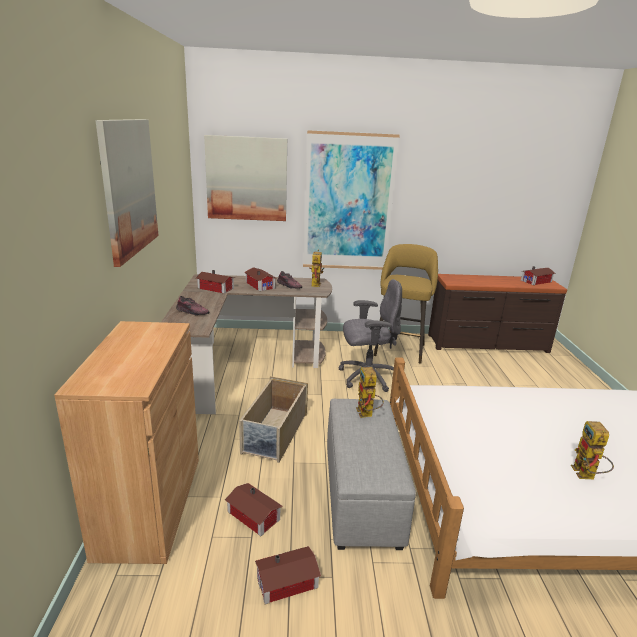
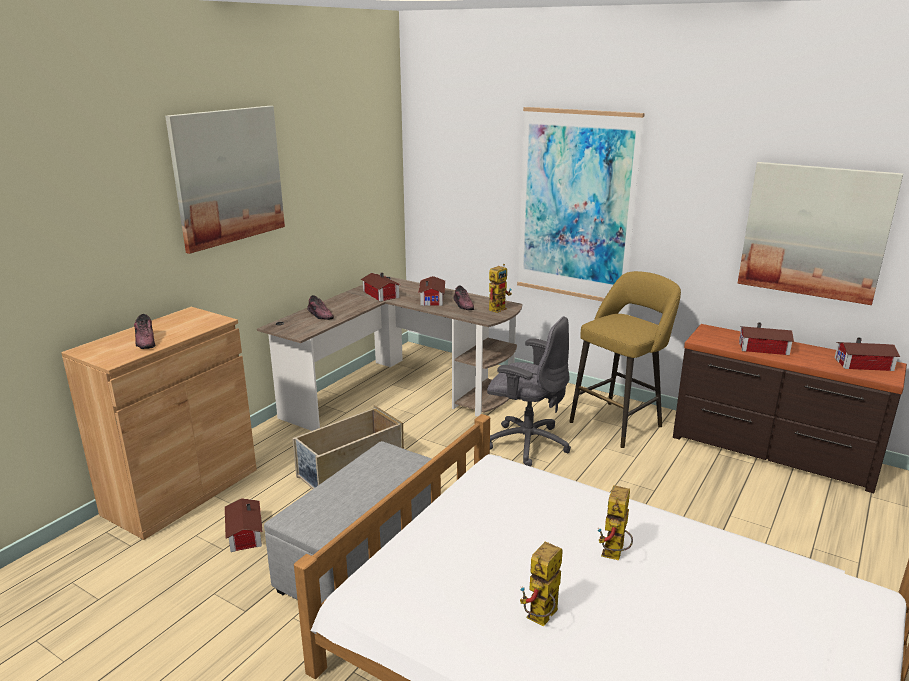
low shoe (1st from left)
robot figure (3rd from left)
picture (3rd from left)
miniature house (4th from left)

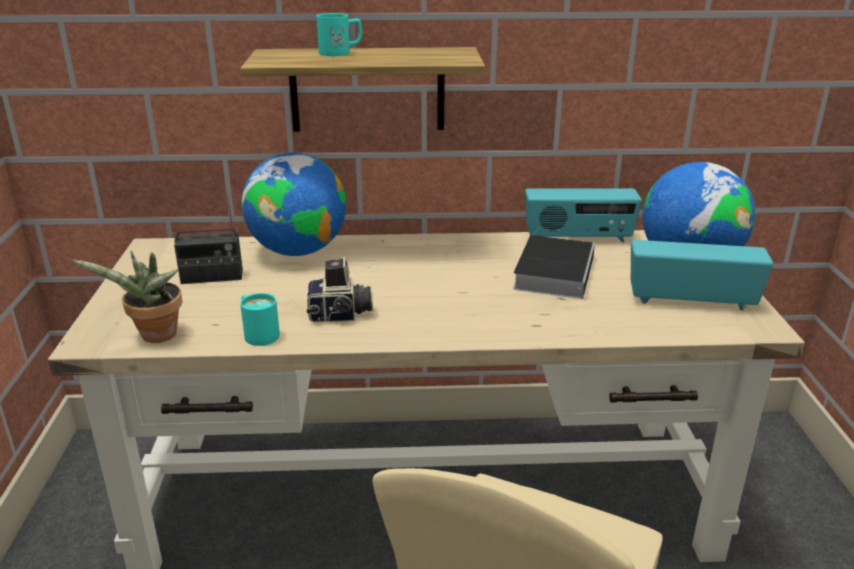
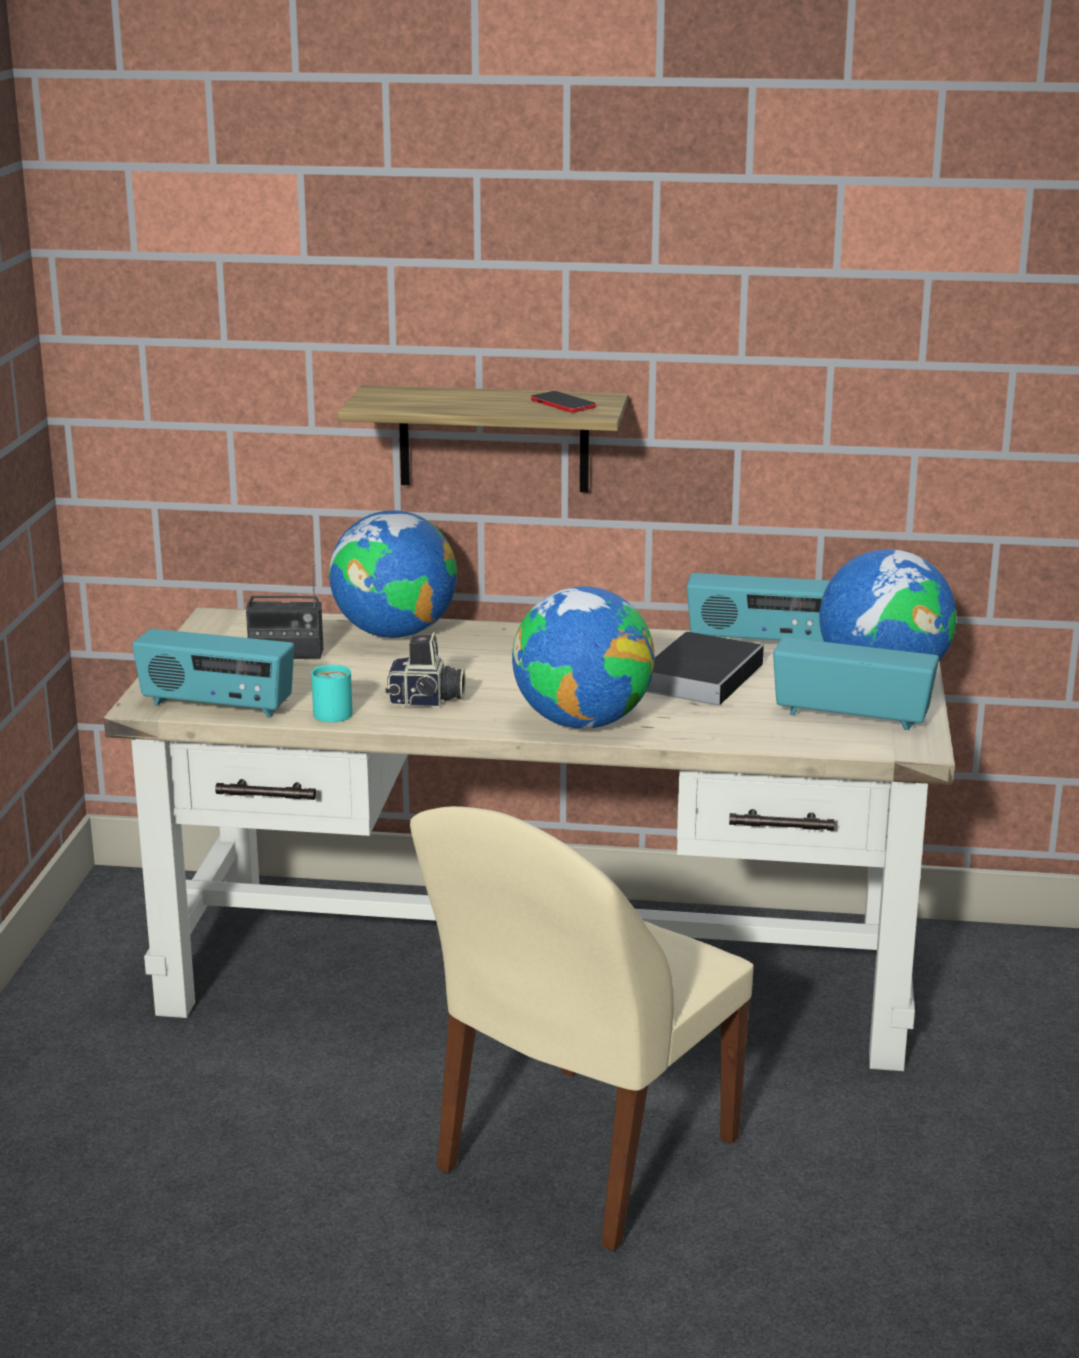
radio set (1st from left)
globe (2nd from left)
handset
mug/turquoise-coloured (2nd from left in the first image)

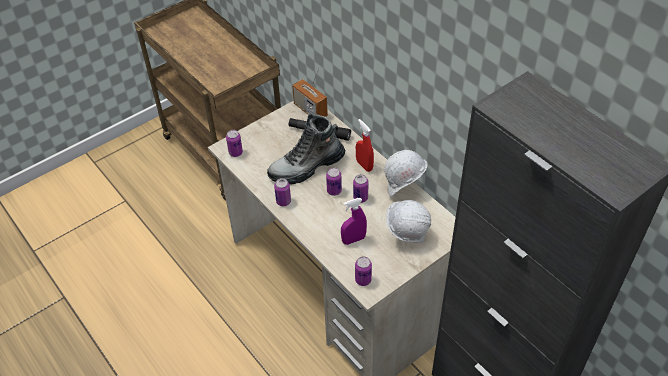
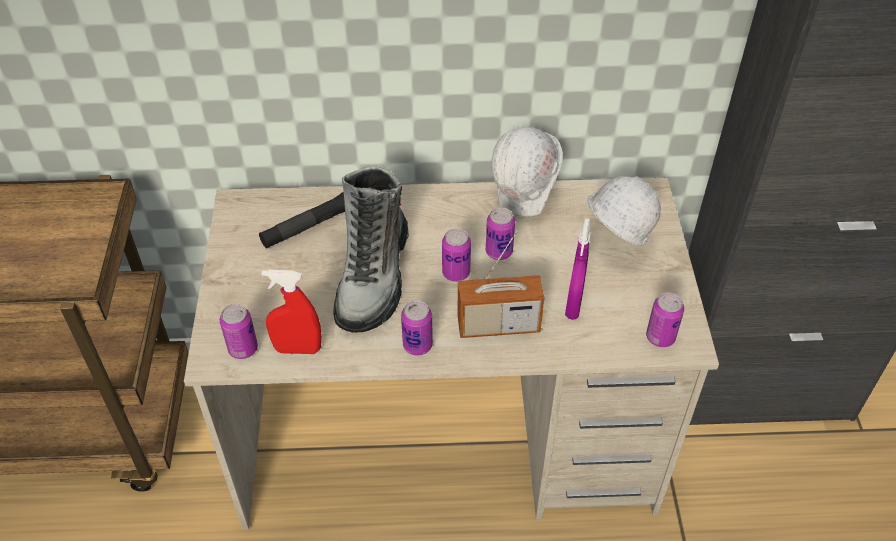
spray bottle/red-coloured
radio set

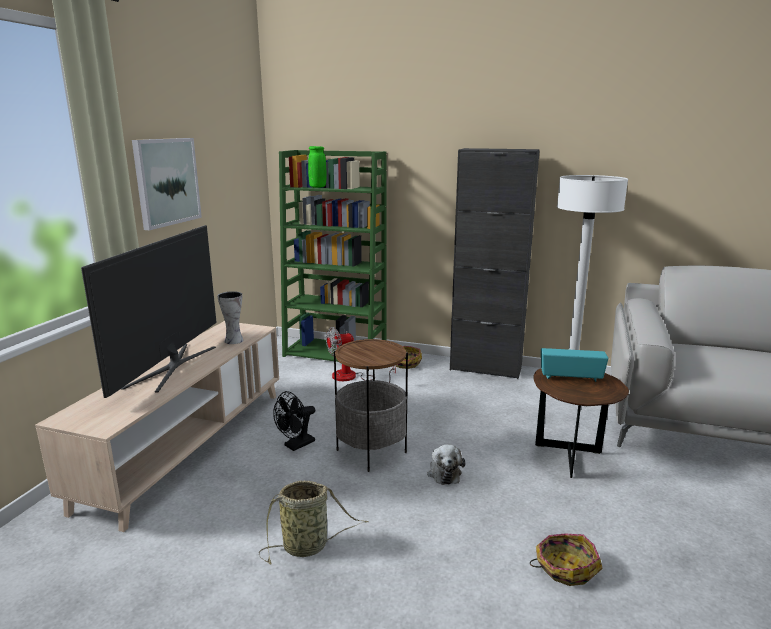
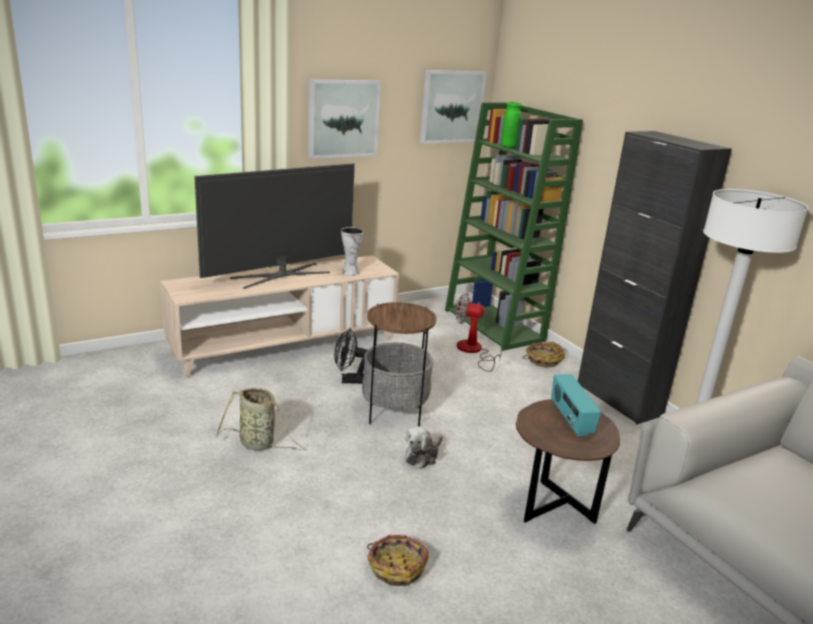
picture (2nd from left)
radio set

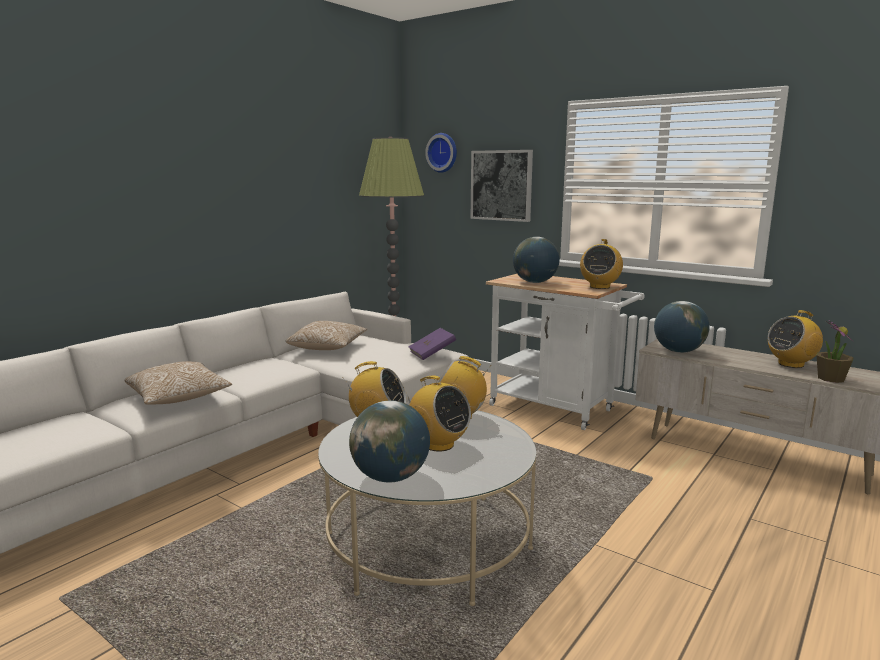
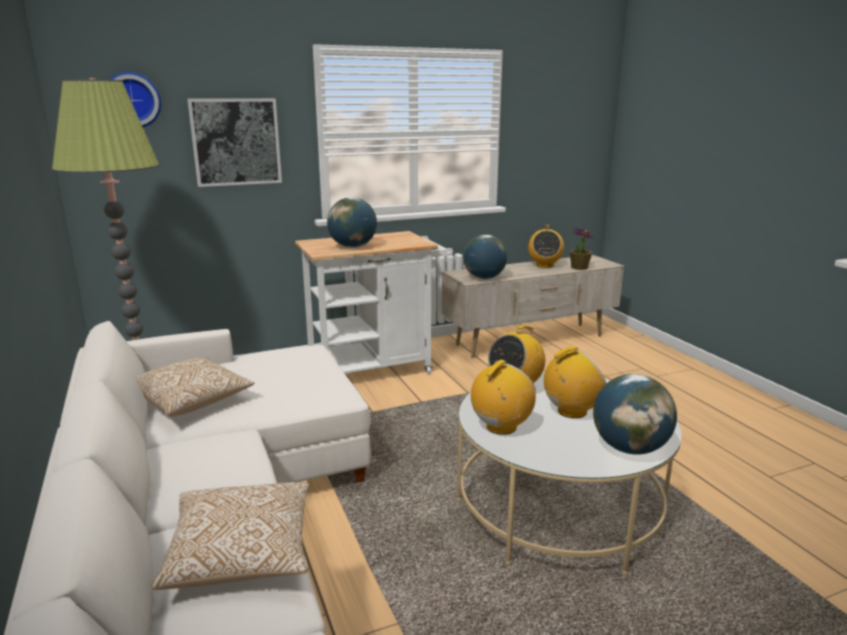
book/purplish
radio set (4th from left in the first image)

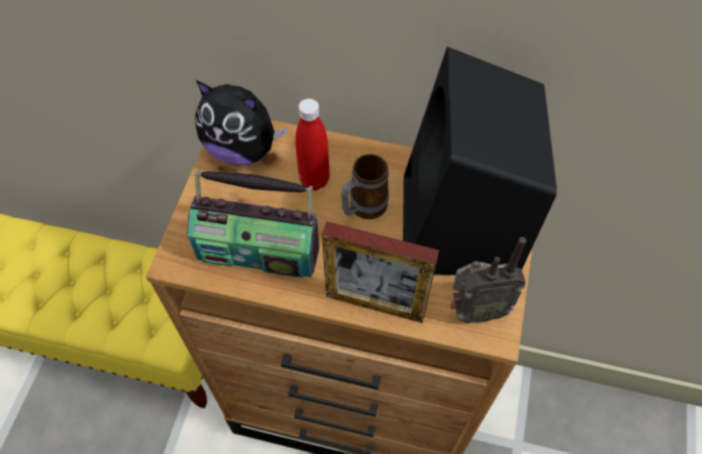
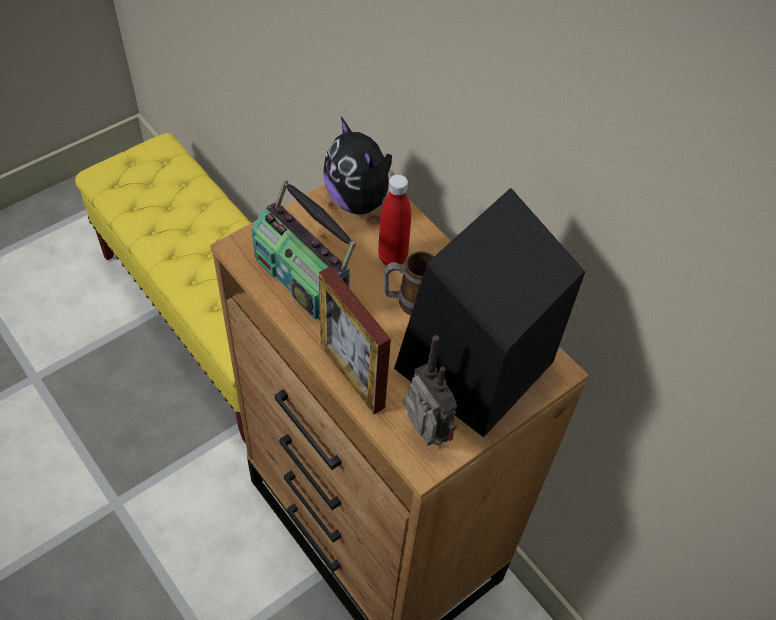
radio set (2nd from left)

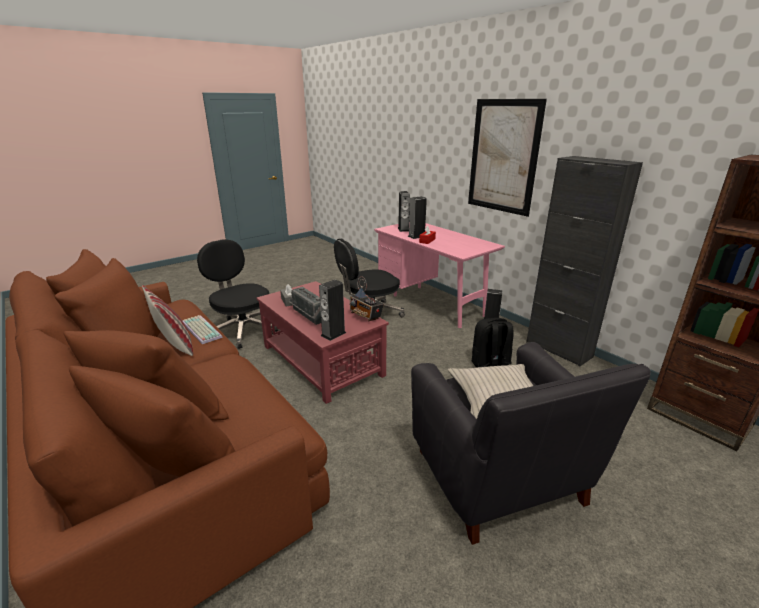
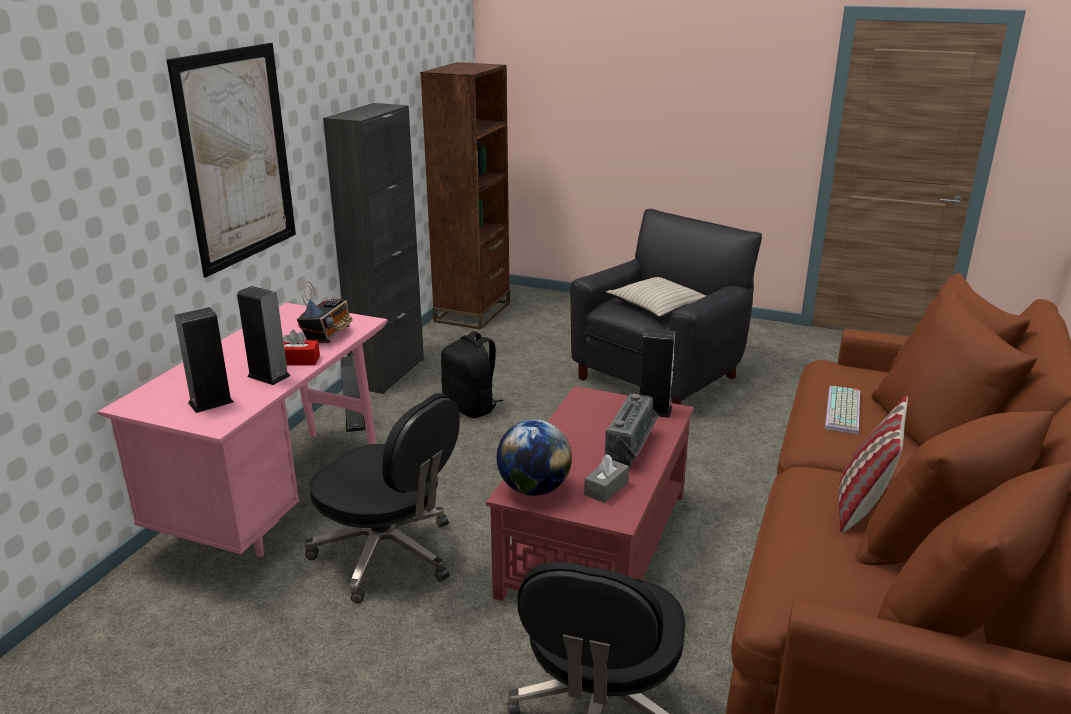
radio set (1st from left)
globe
computer keyboard

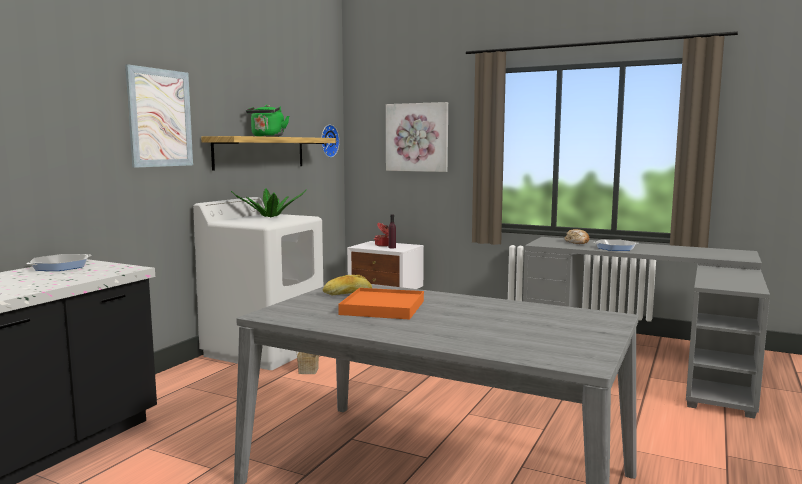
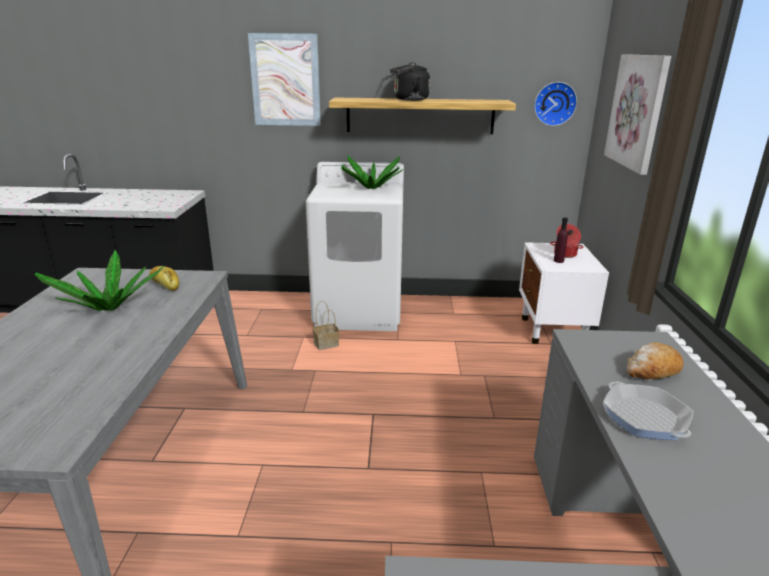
plant in a pot (1st from left)
kettle/black
frying pan (1st from left in the first image)

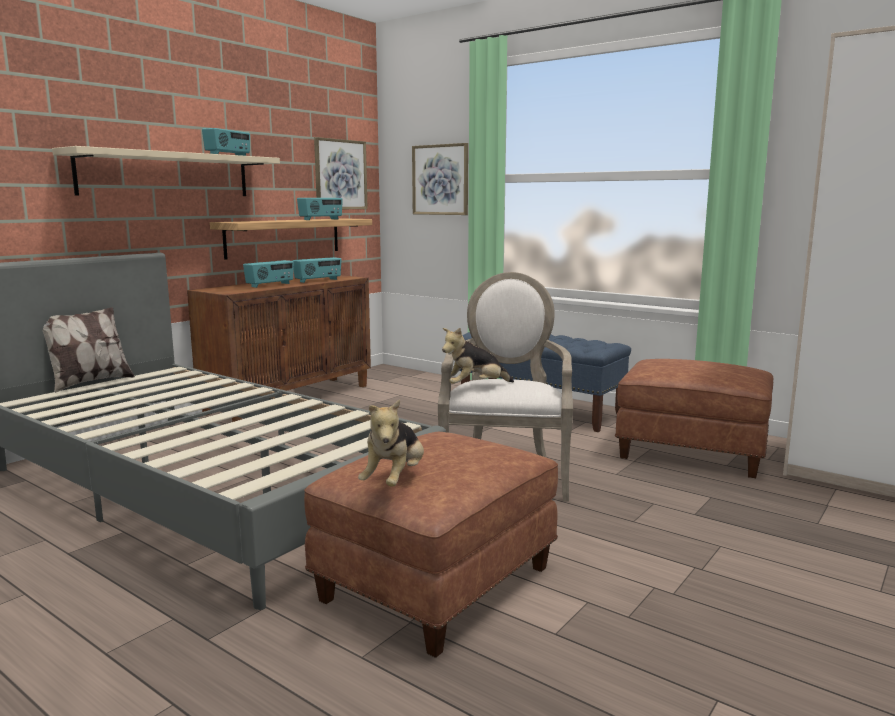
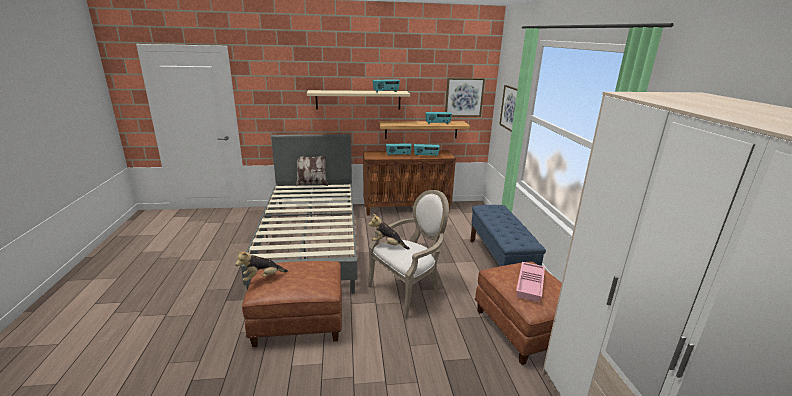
tray/pink

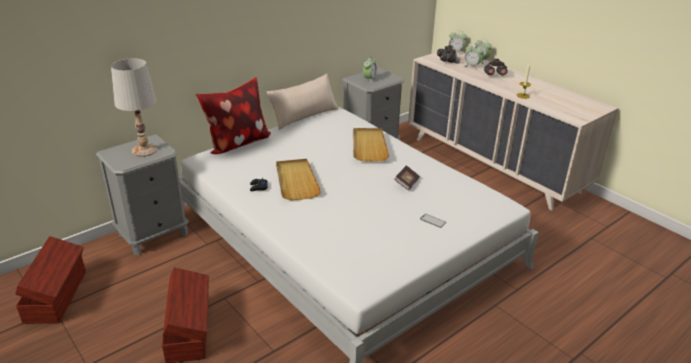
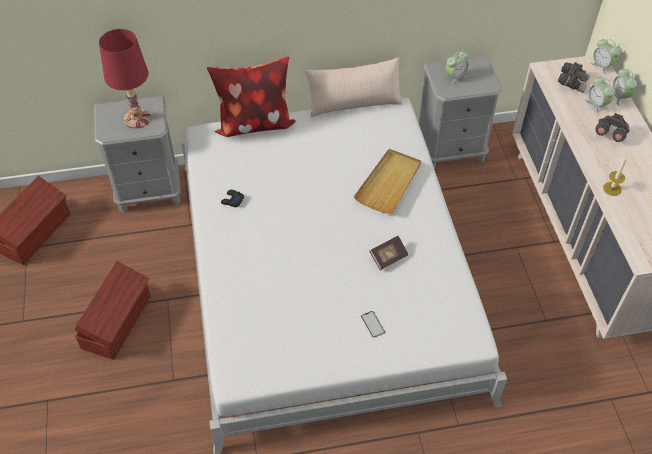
tabletop lamp/red-coloured
tray/sand-coloured (1st from left in the first image)

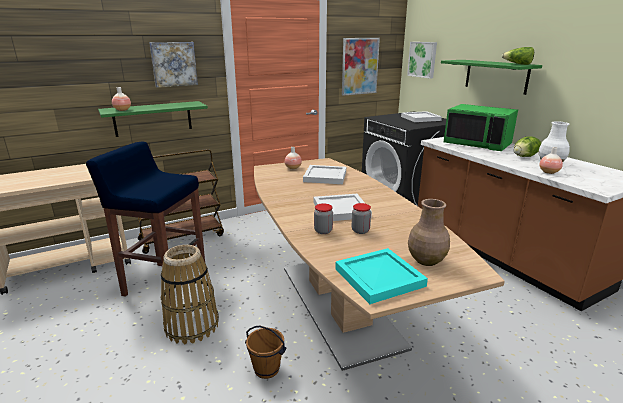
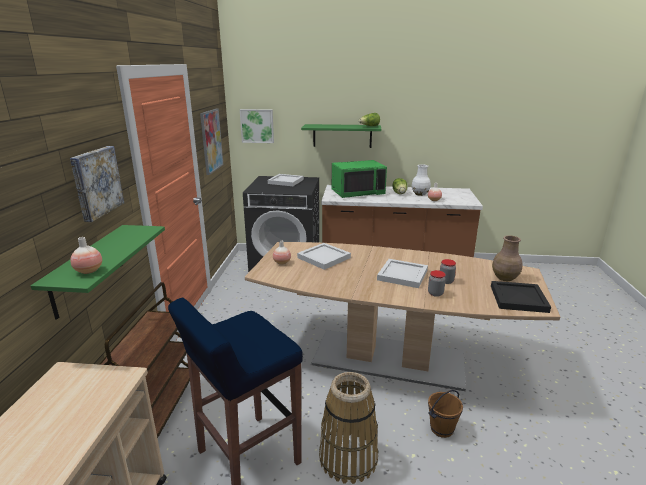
tray/black

